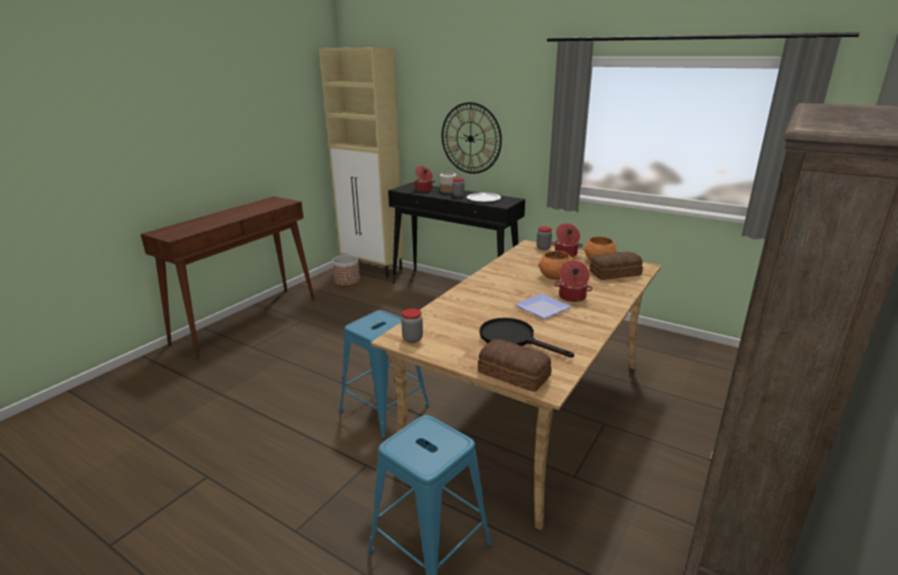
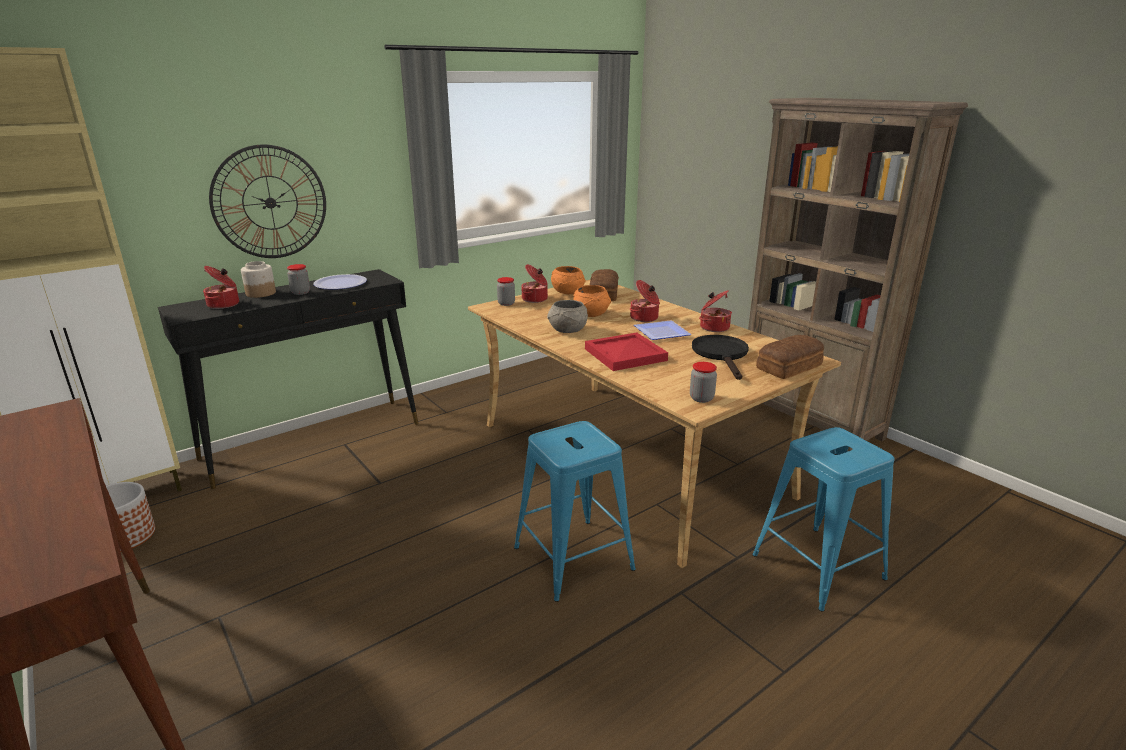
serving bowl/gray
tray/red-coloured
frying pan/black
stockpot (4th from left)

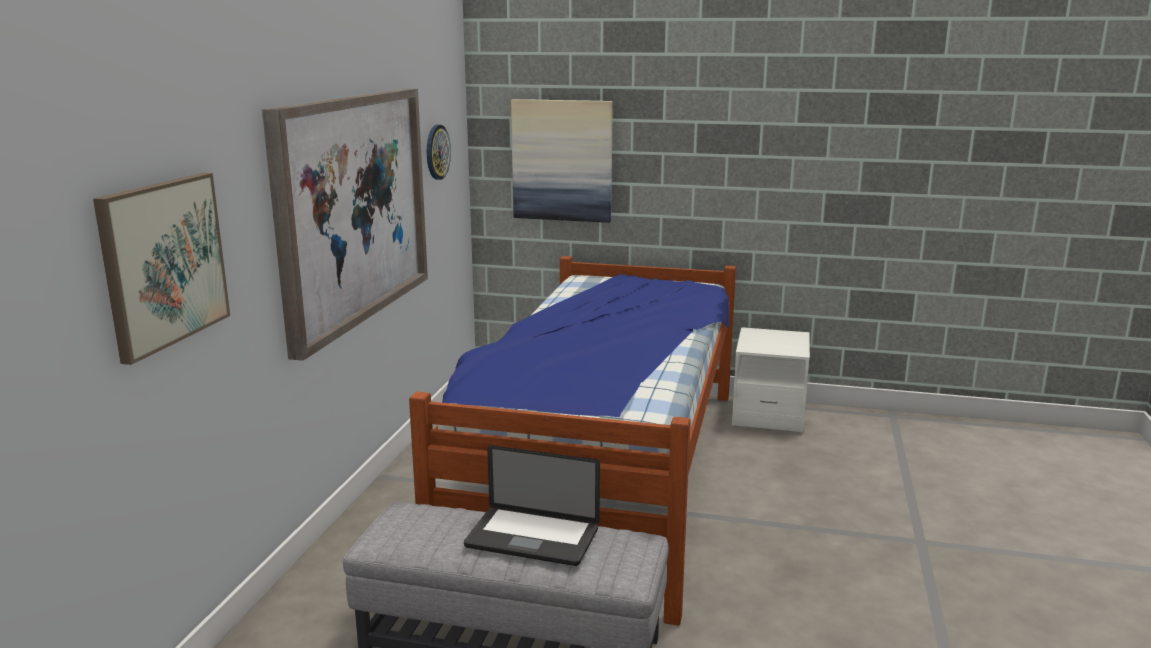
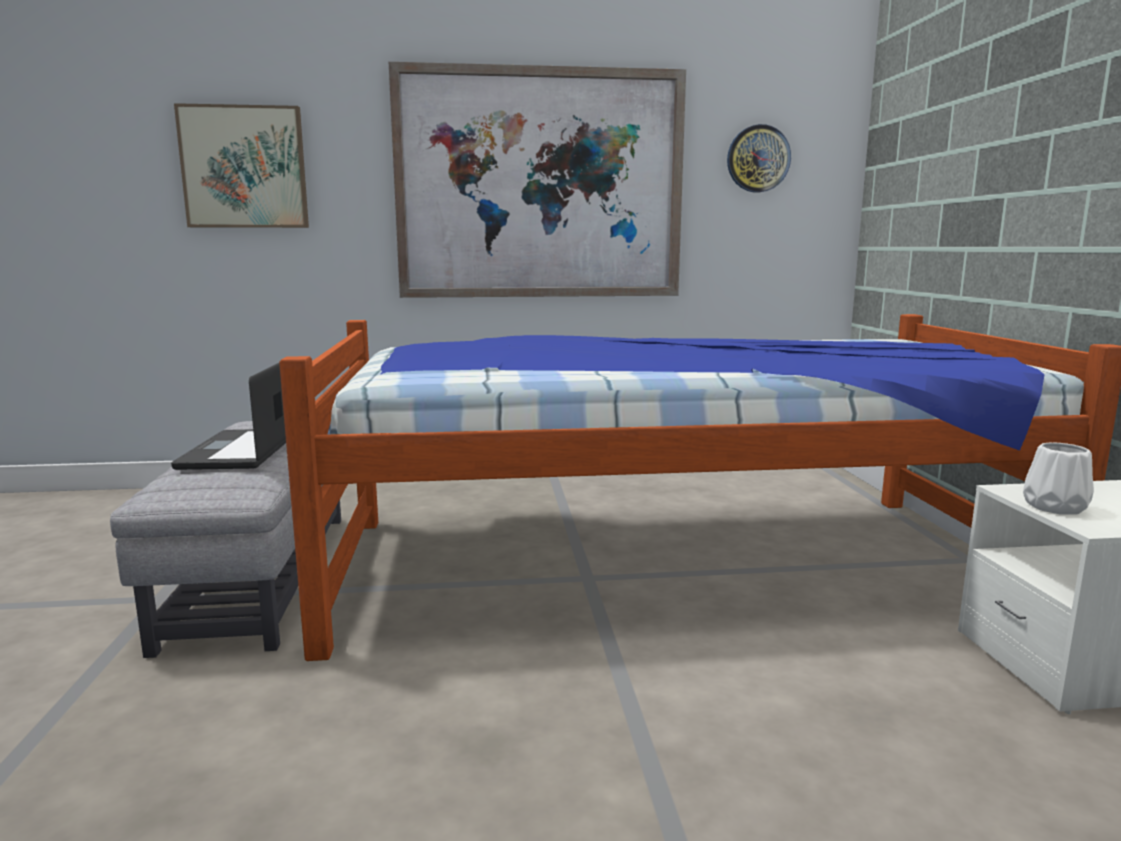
flower vase/whitish
picture (3rd from left in the first image)

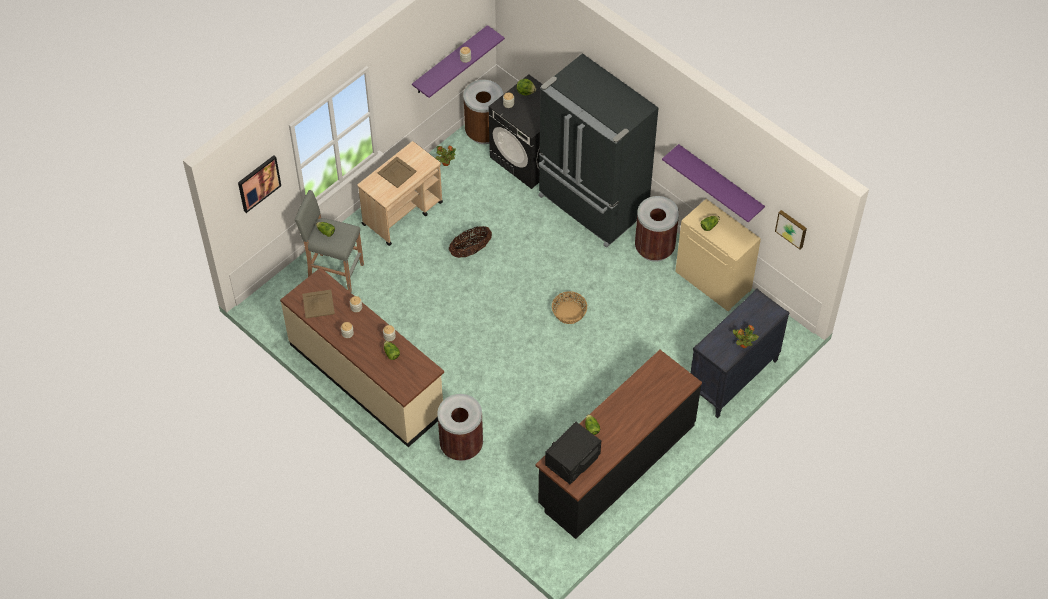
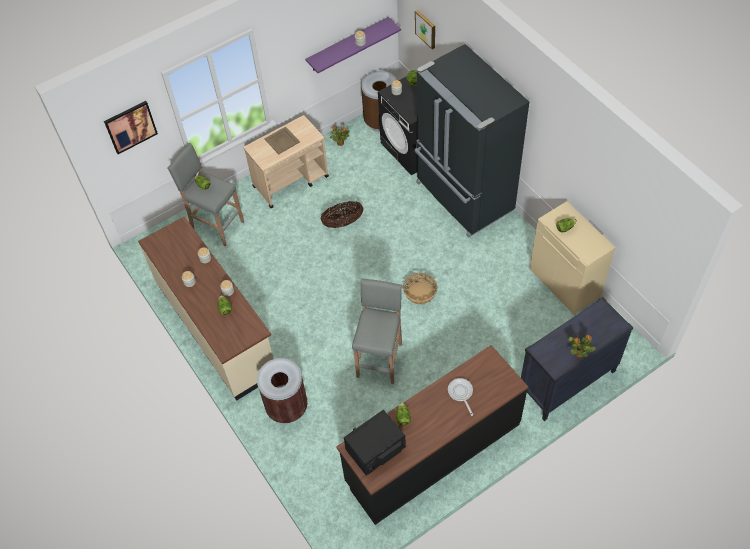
stool/gray (2nd from left)
picture (2nd from left)
frying pan
tray/sand-coloured (1st from left in the first image)
rubbish bin/brown-coloured (3rd from left in the first image)
wall shelf/purplish (2nd from left in the first image)

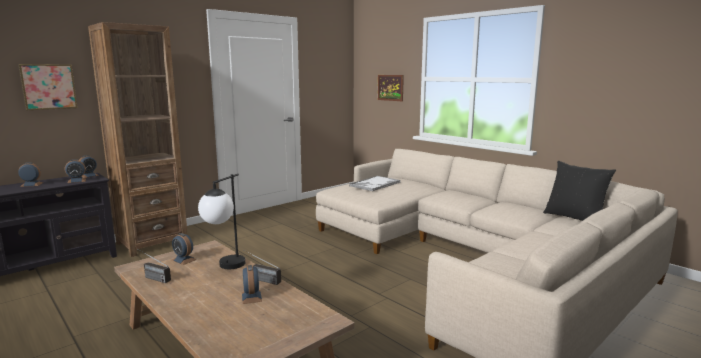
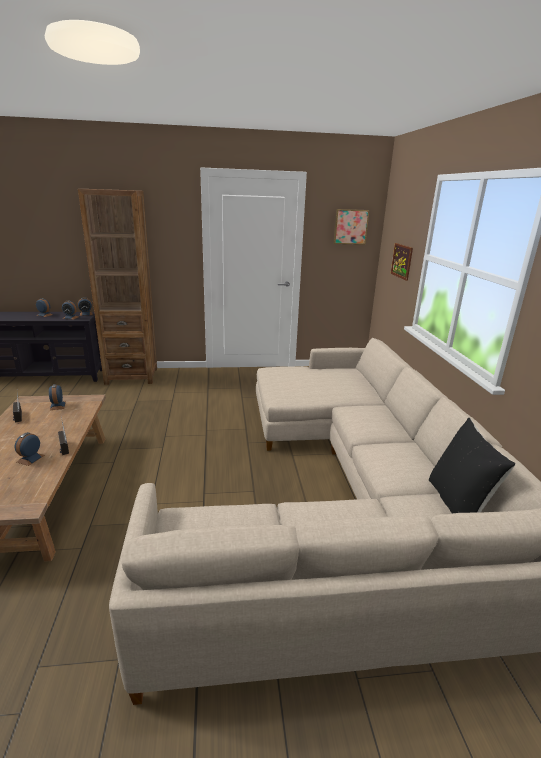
picture (1st from left)
tabletop lamp
tray

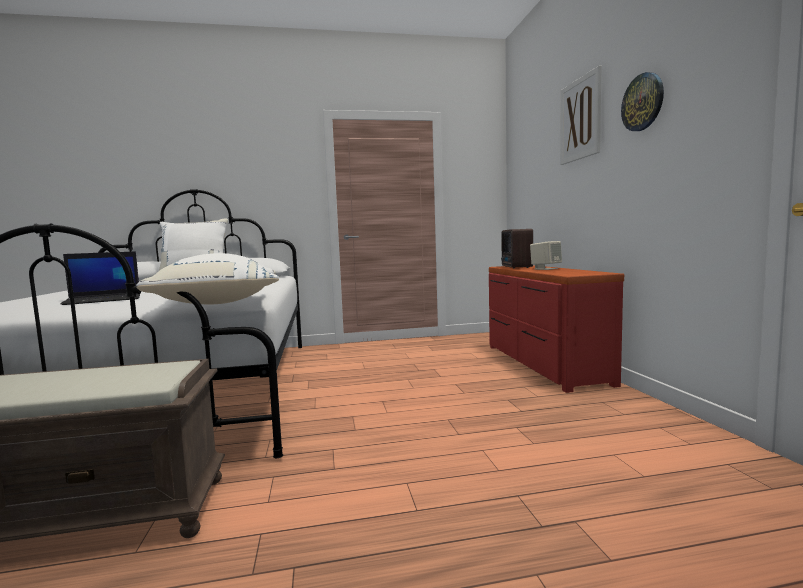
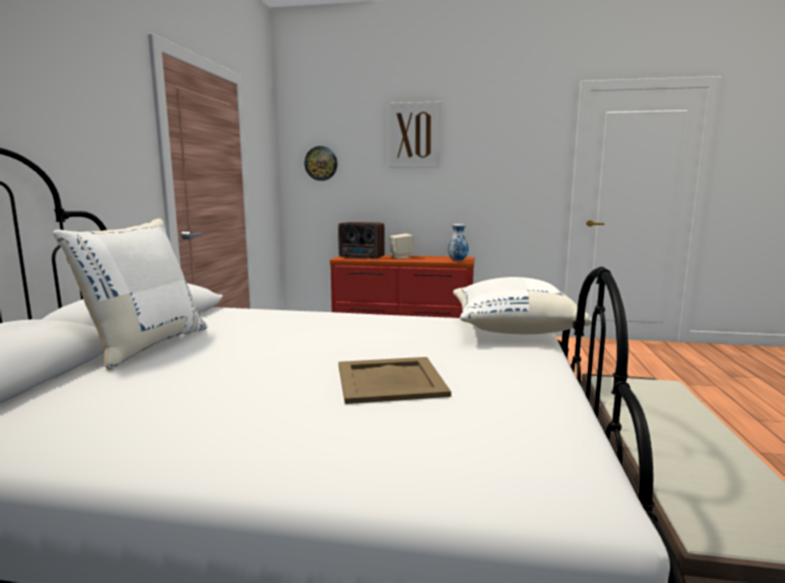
clock on the wall
tray/sand-coloured
flower vase

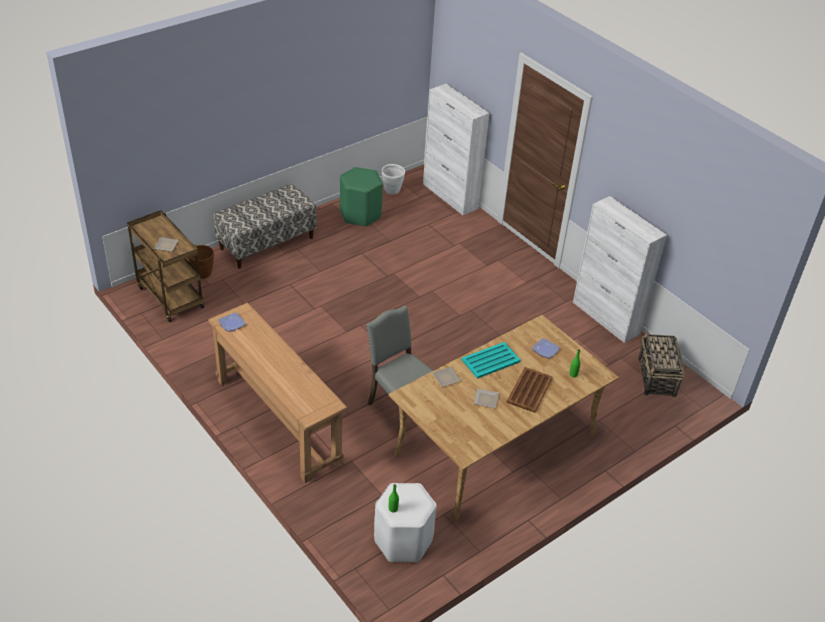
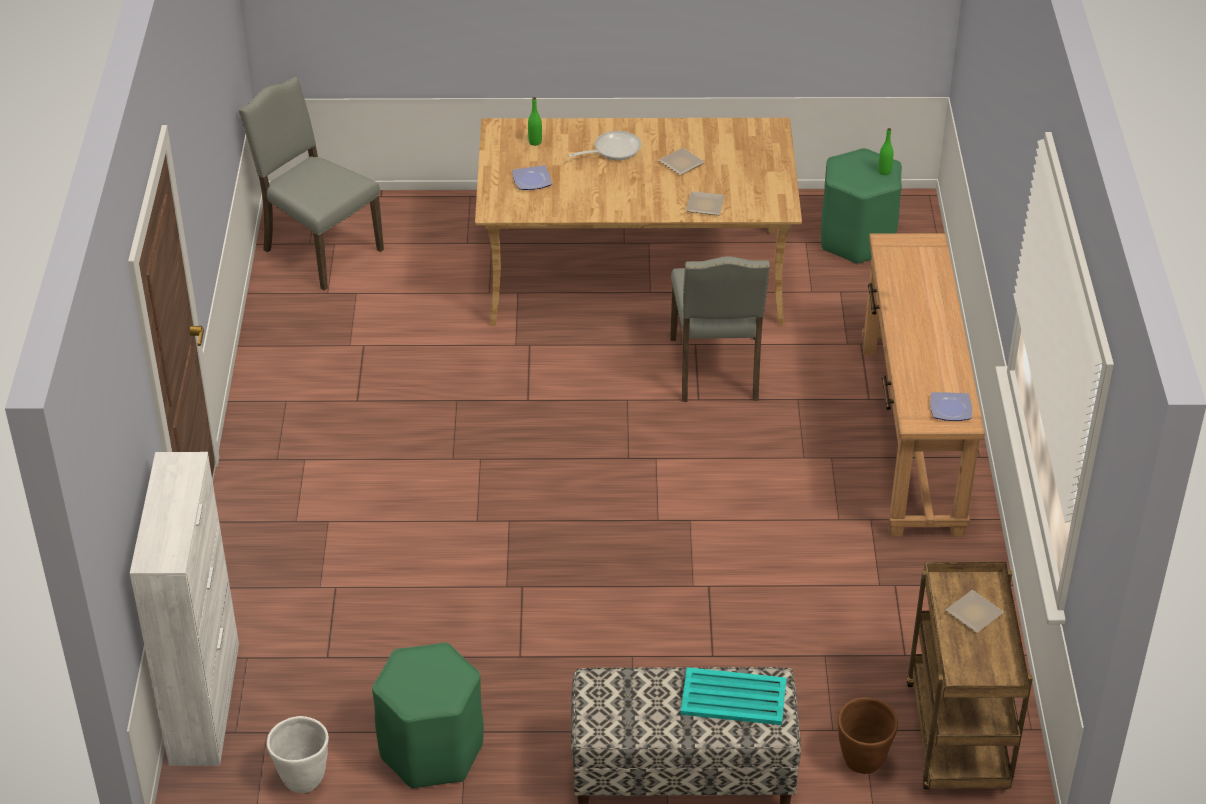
plain chair/gray (1st from left)
frying pan
tray/turquoise-coloured
stool/green-coloured (2nd from left)
cabinet/whitish (2nd from left in the first image)

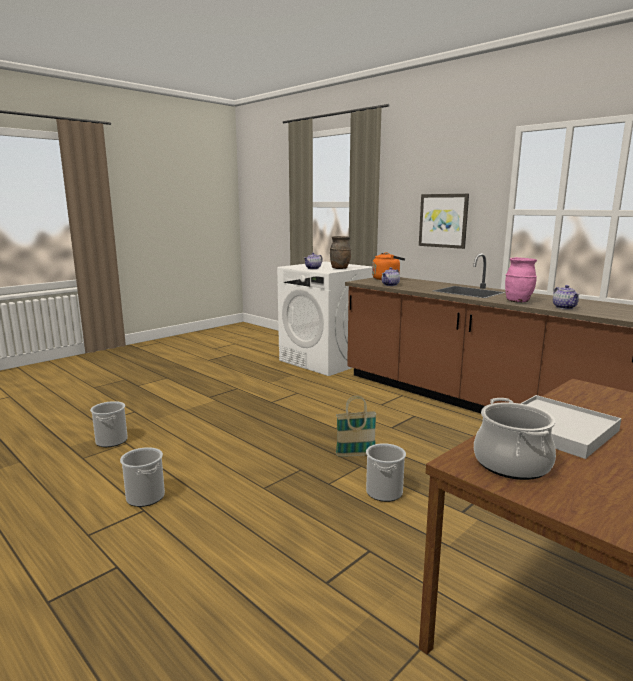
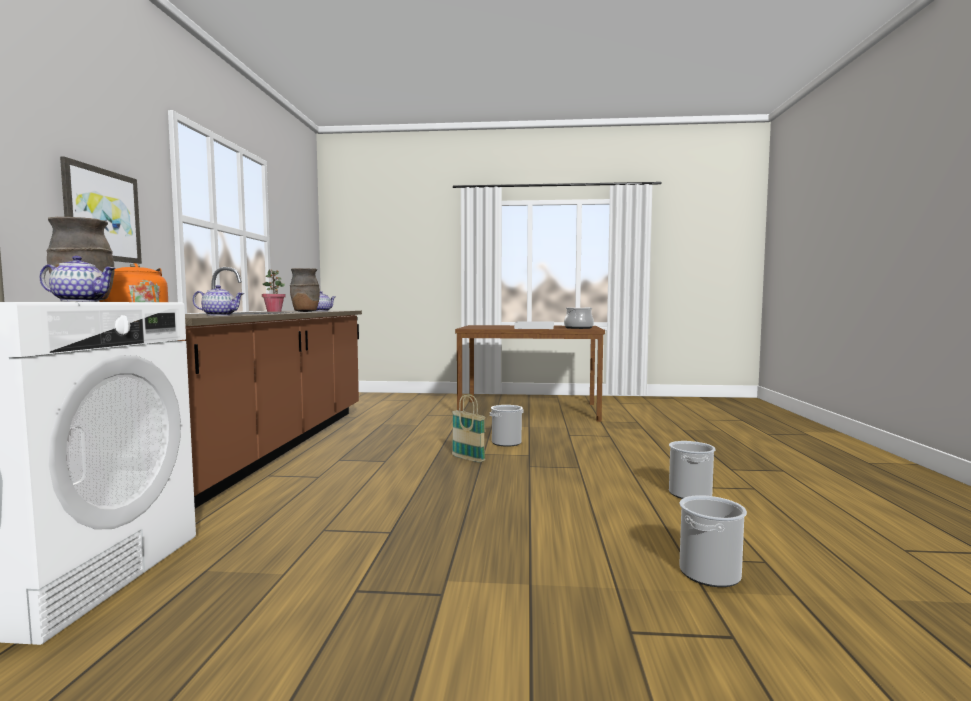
plant in a pot
flower vase/brown-coloured (2nd from left)

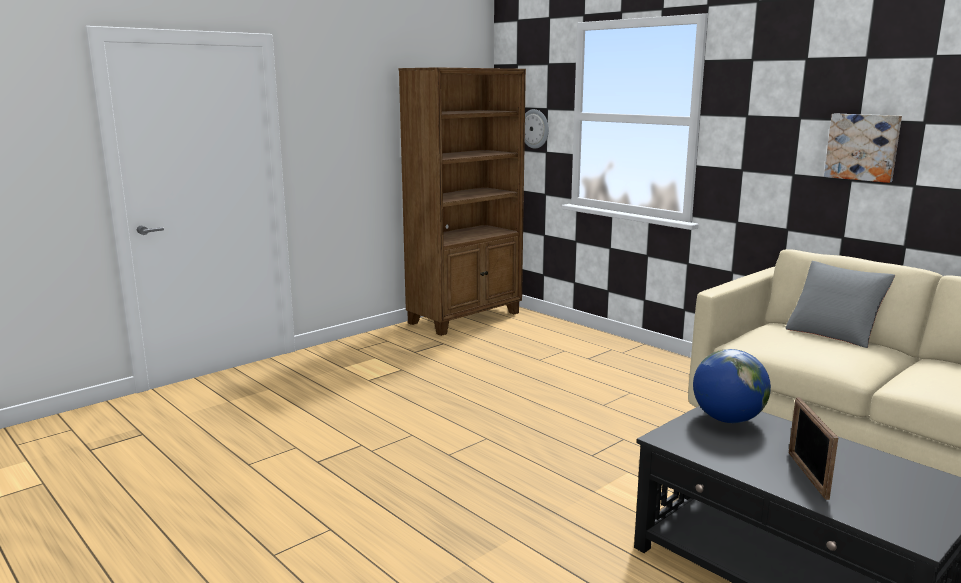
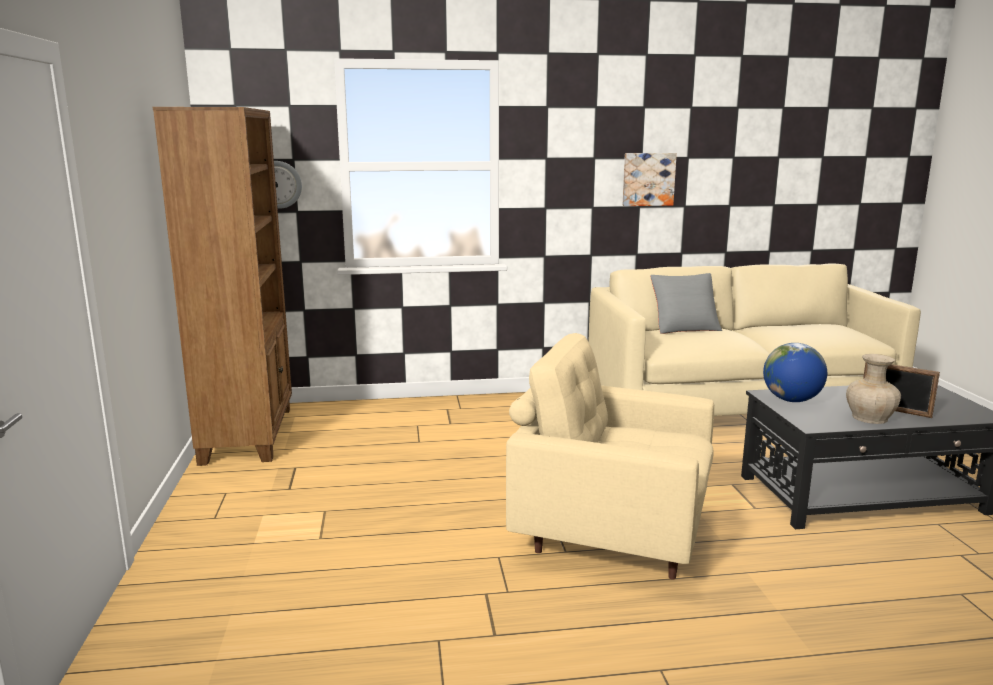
armchair/sand-coloured
flower vase/sand-coloured

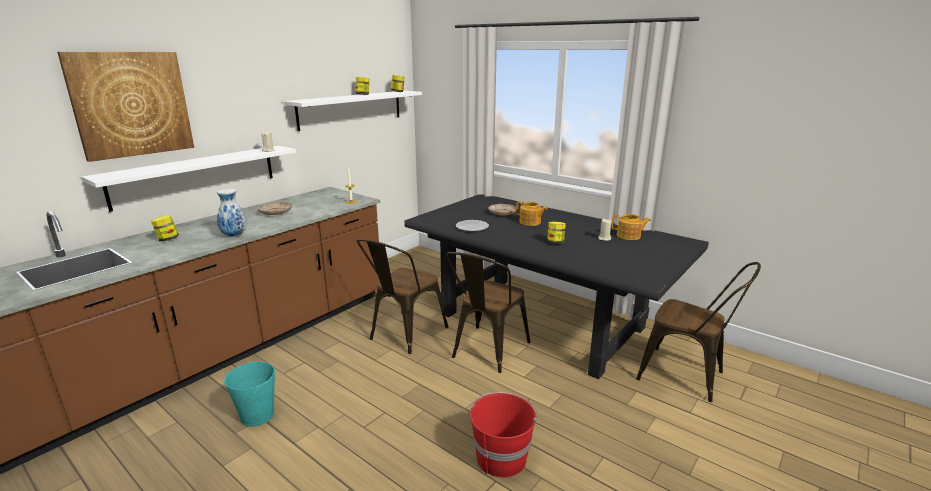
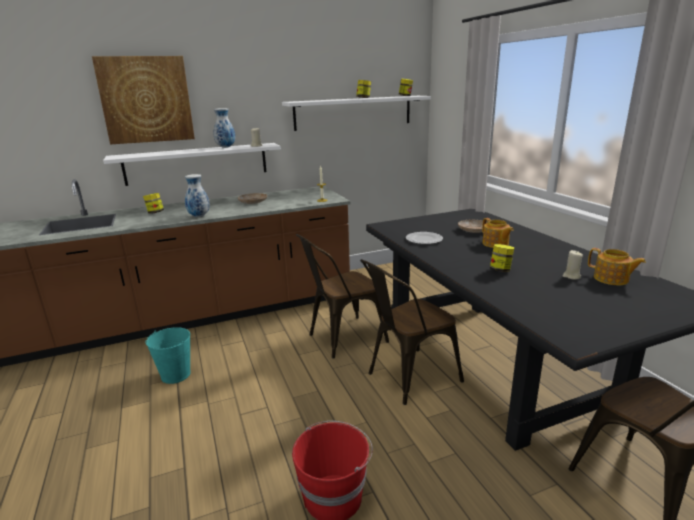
flower vase (2nd from left)

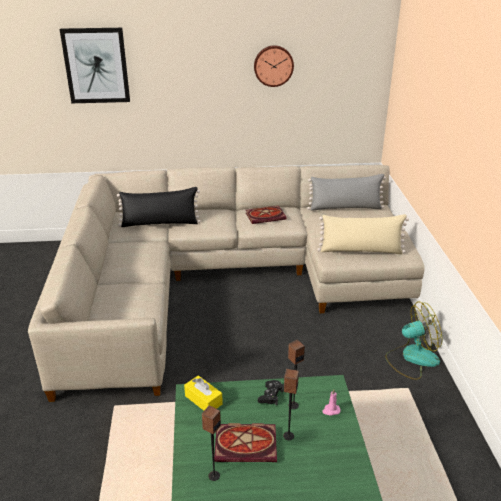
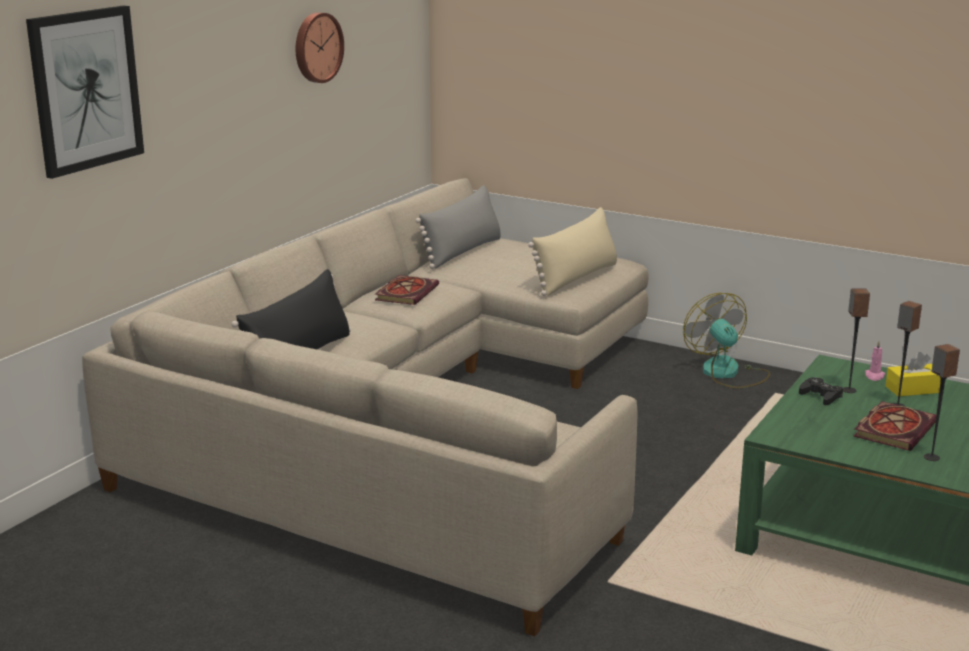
electric fan
tissue holder/yellow

